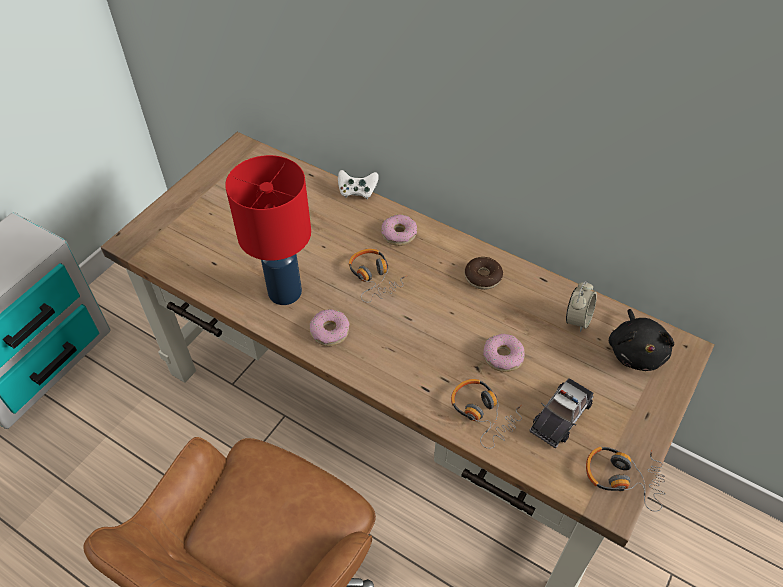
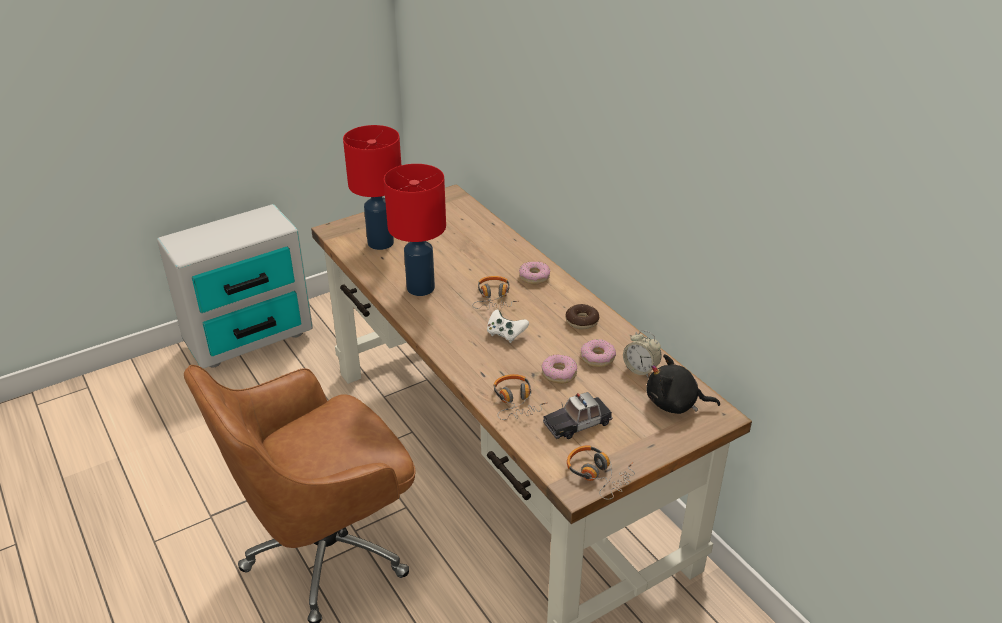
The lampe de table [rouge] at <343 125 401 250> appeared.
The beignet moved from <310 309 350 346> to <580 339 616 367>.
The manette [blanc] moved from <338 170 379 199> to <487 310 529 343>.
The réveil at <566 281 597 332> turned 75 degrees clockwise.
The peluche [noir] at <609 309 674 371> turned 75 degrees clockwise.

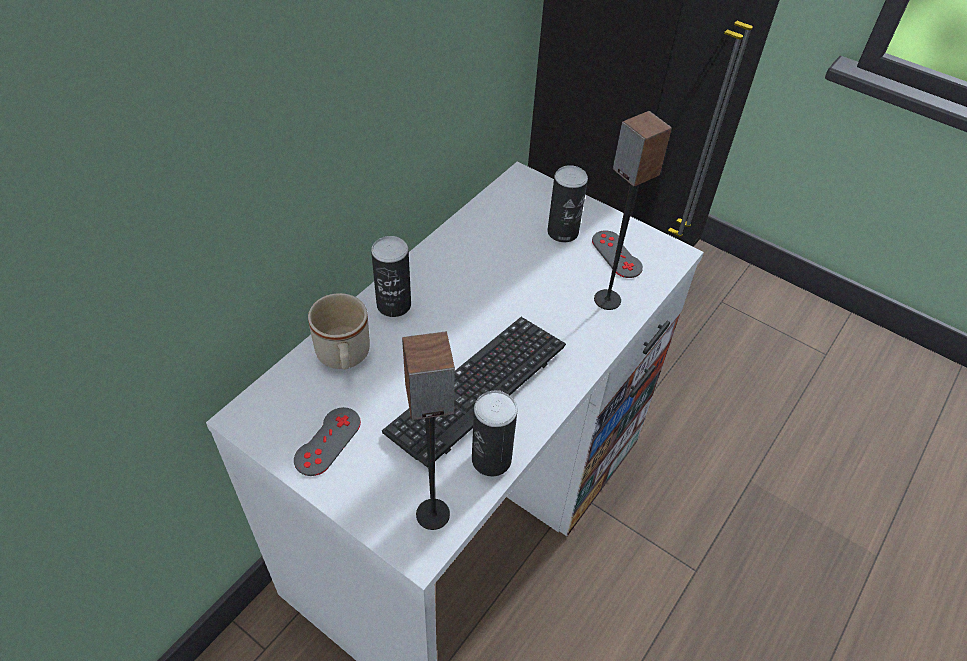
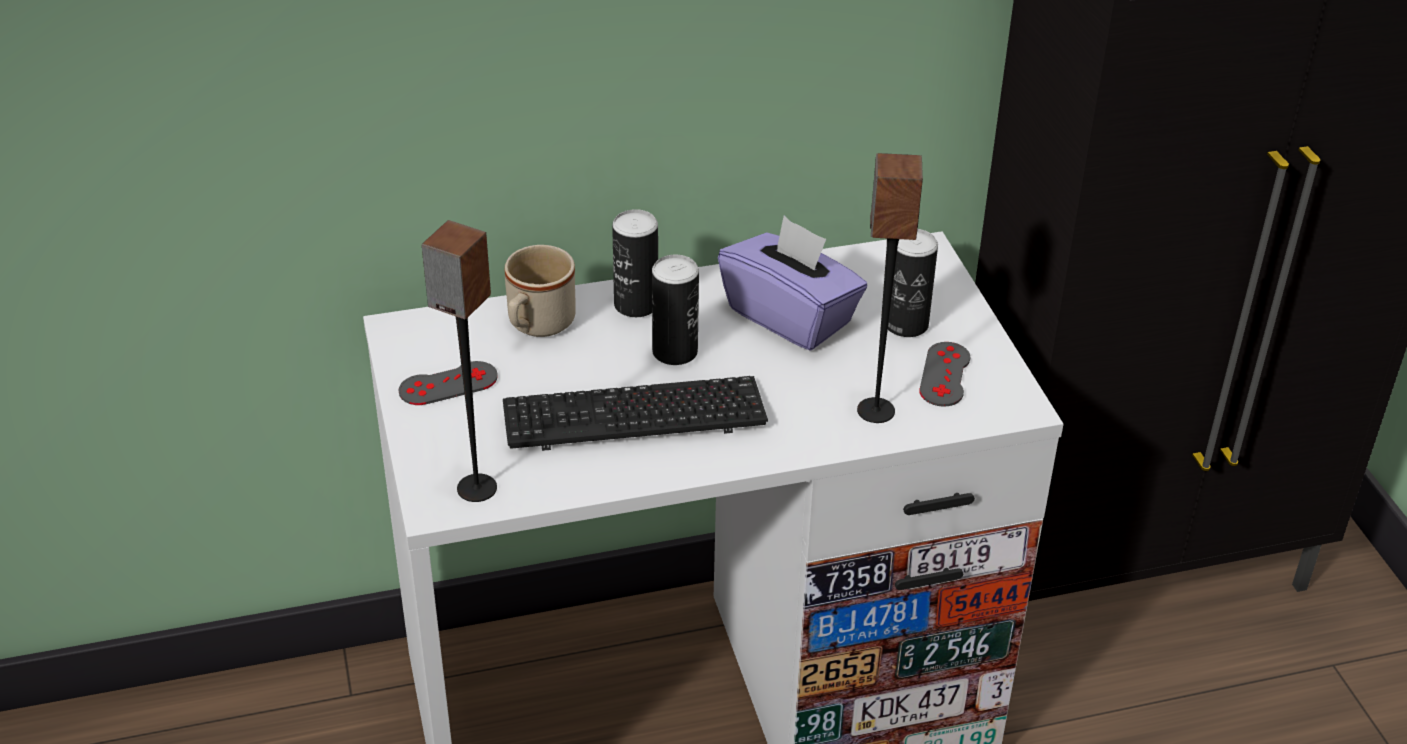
The boîte à mouchoirs [violet] at <718 216 867 351> appeared.
The boîte métallique moved from <472 391 518 476> to <652 255 699 365>.

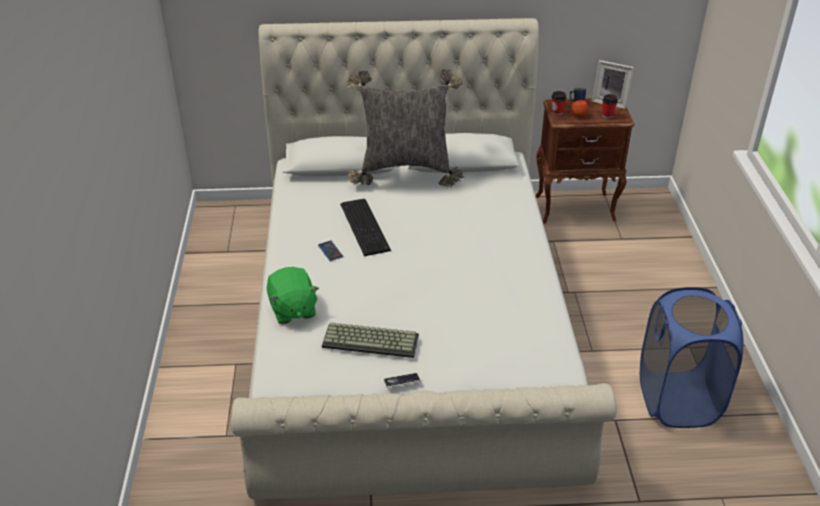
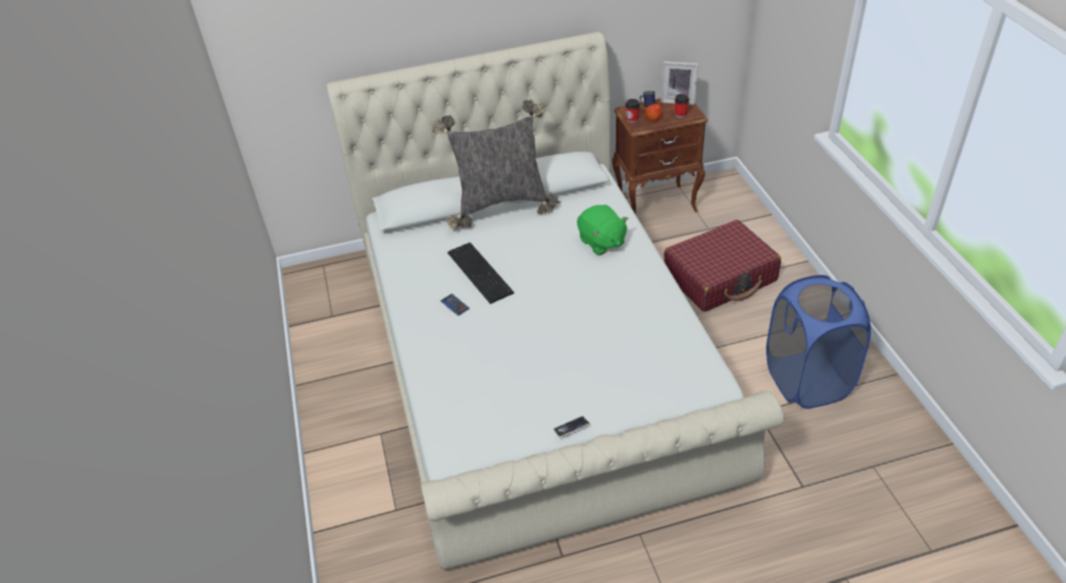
The clavier at <322 322 419 358> disappeared.
The valise [rouge] at <664 220 781 312> appeared.
The peluche [vert] moved from <267 267 319 324> to <577 205 628 255>.

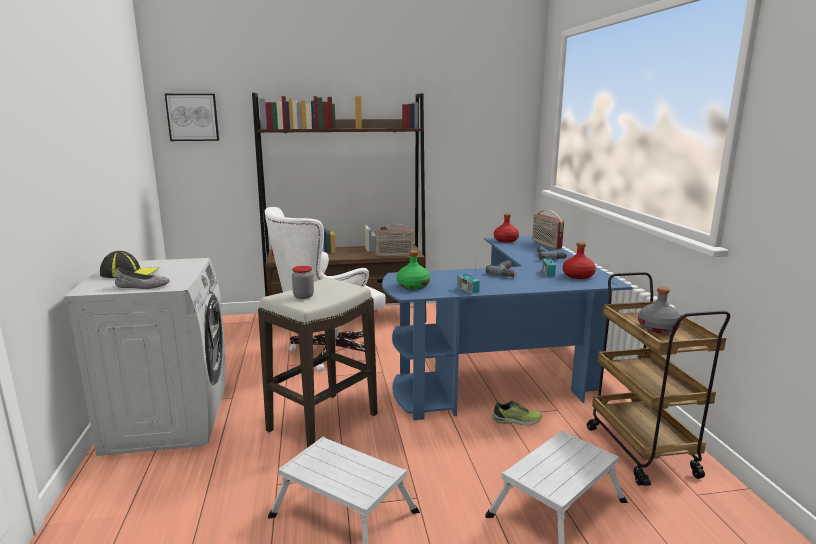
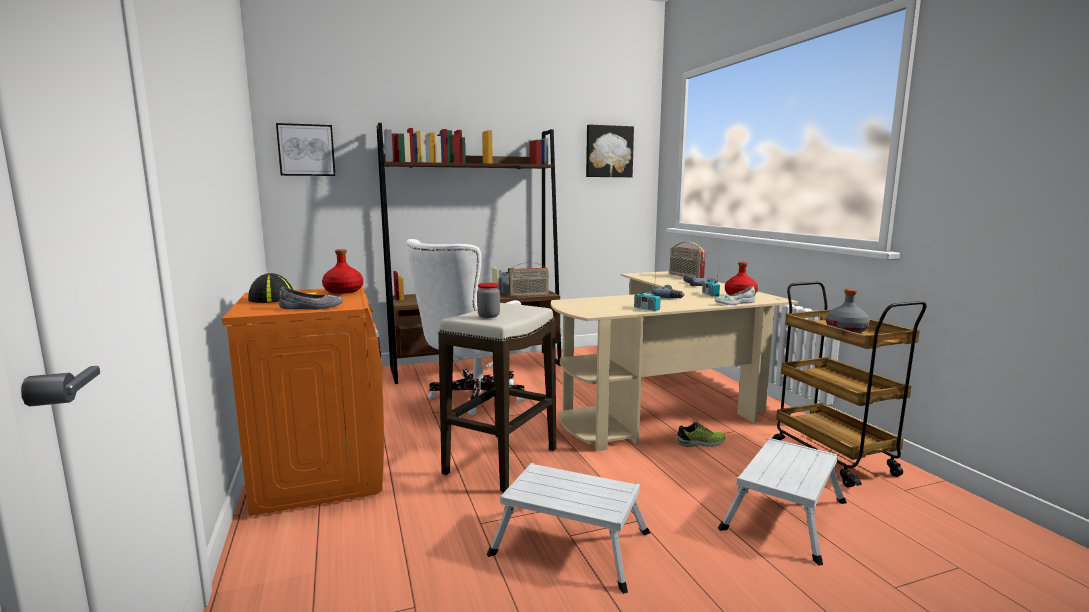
The bouteille [vert] at <397 250 430 290> disappeared.
The tableau at <586 125 634 177> appeared.
The chaussure [blanc] at <715 286 756 305> appeared.
The bouteille [rouge] moved from <494 214 519 243> to <322 249 363 294>.
The lave-linge [blanc] at <63 258 225 456> became the lave-linge [orange] at <222 286 384 516>.
The bureau [bleu] at <382 236 633 420> became the bureau [beige] at <551 271 798 451>.

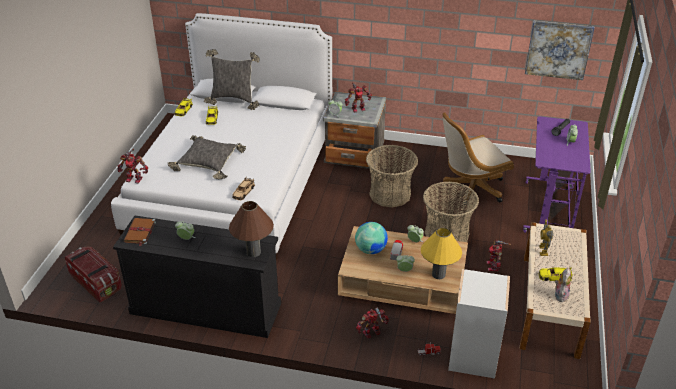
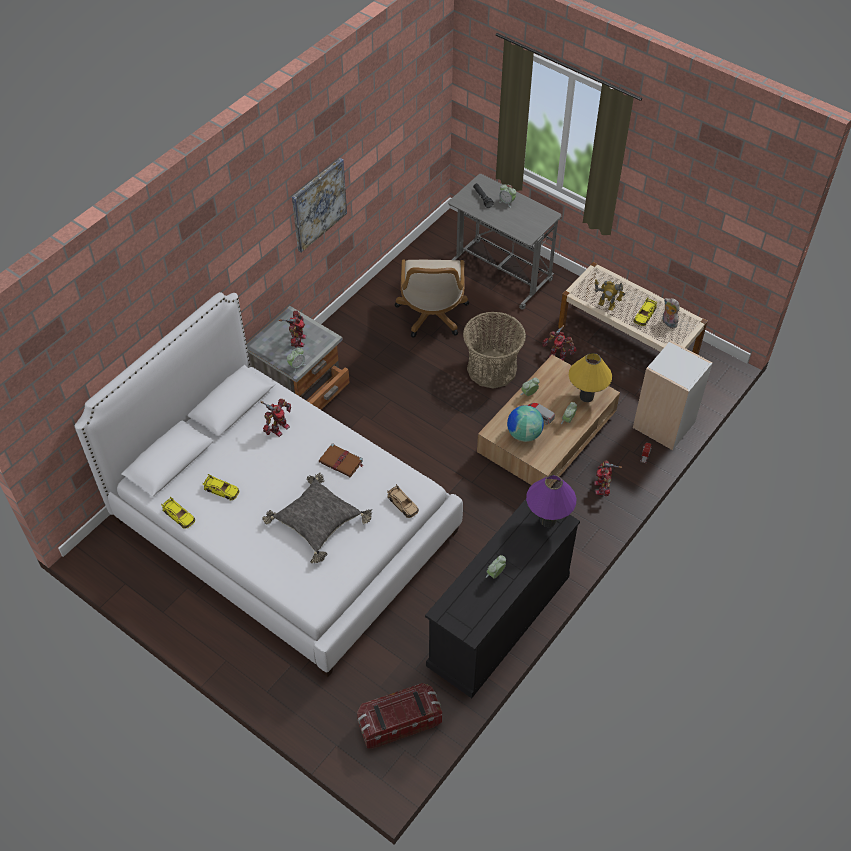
The coussin at <204 49 260 110> disappeared.
The panier at <366 145 418 207> disappeared.
The robot jouet moved from <117 149 148 183> to <261 399 291 437>.
The livre [marron] moved from <123 218 156 246> to <319 443 364 477>.
The tableau moved from <525 21 595 80> to <292 158 347 252>.
The lampe de table [marron] at <229 201 274 257> became the lampe de table [violet] at <526 475 576 527>.
The bureau [violet] at <523 116 591 238> became the bureau [gris] at <448 174 561 309>.

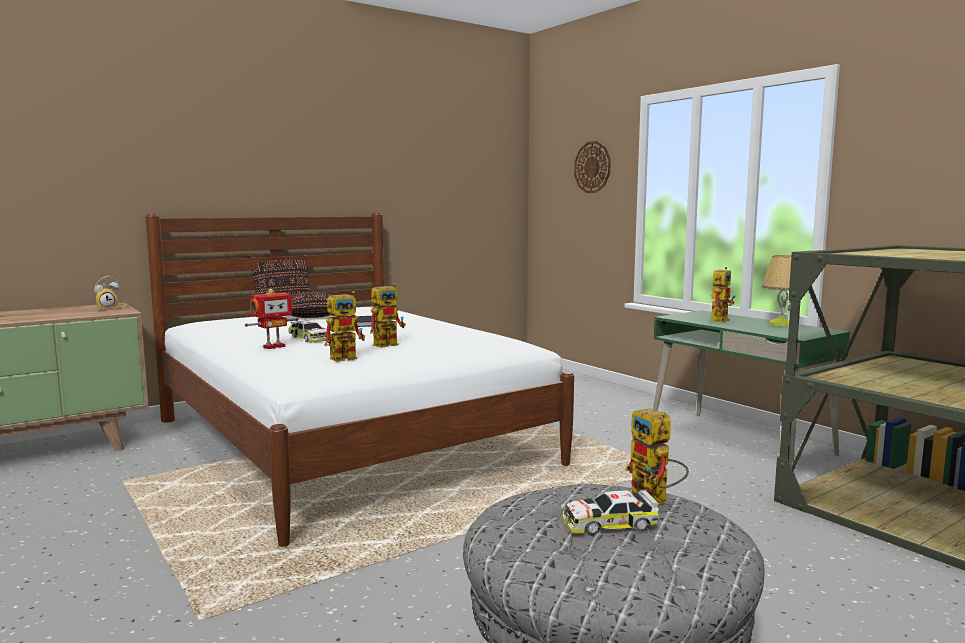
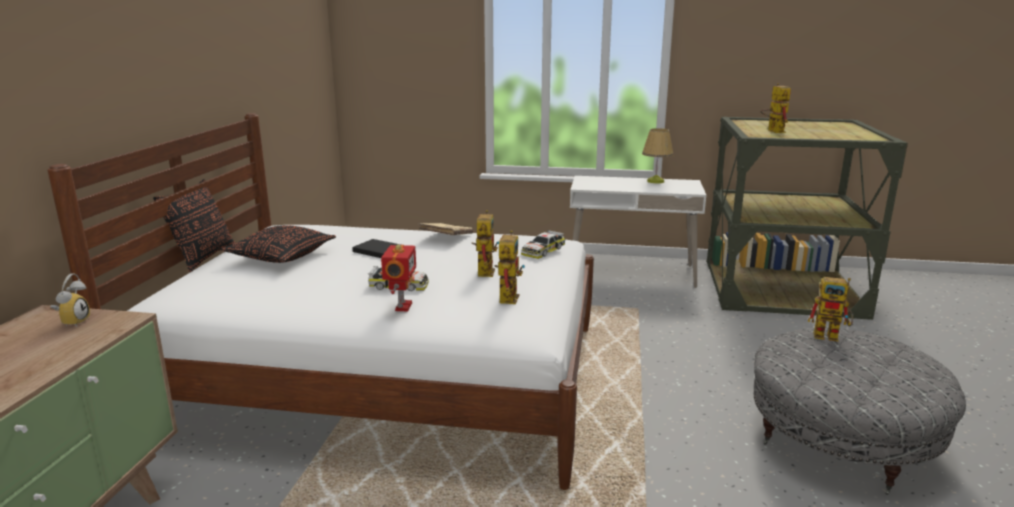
The horloge murale at <574 141 611 193> disappeared.
The livre [beige] at <418 223 473 235> appeared.
The petite voiture moved from <562 489 660 534> to <521 230 565 259>.
The robot jouet moved from <711 267 736 322> to <761 83 791 133>.
The bureau [vert] at <653 310 850 471> became the bureau [blanc] at <570 176 706 288>.

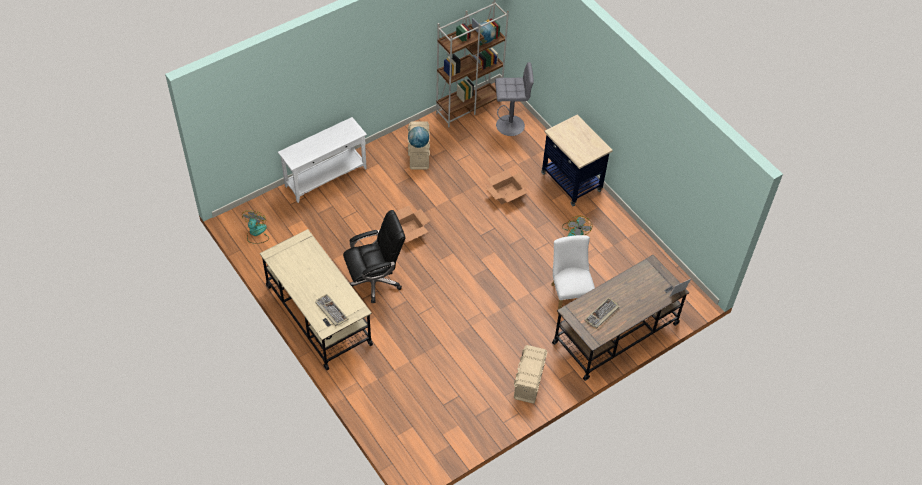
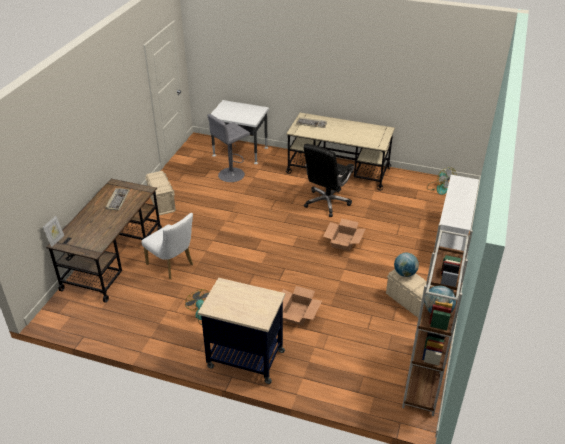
The bureau [blanc] at <211 100 269 164> appeared.
The tabouret [gris] moved from <495 62 534 136> to <207 114 250 182>.

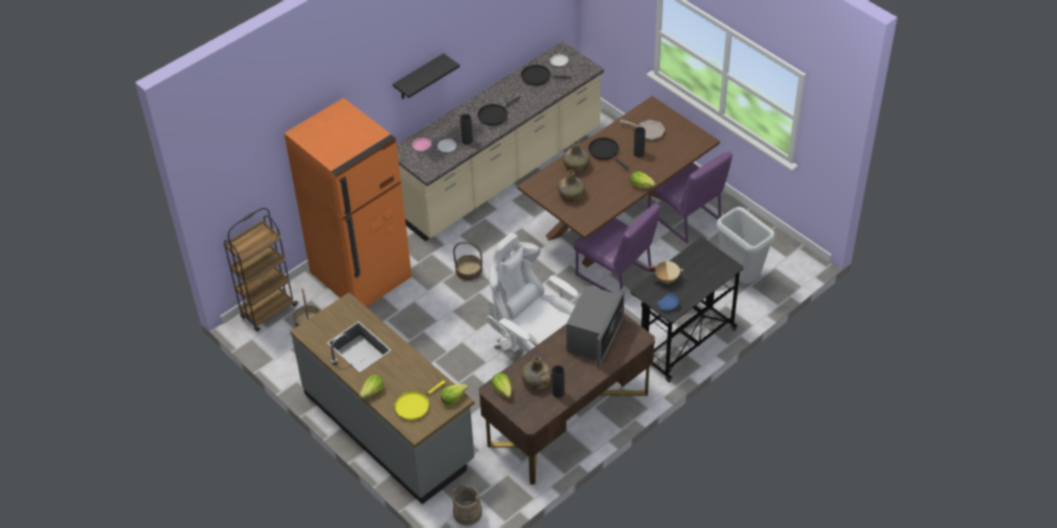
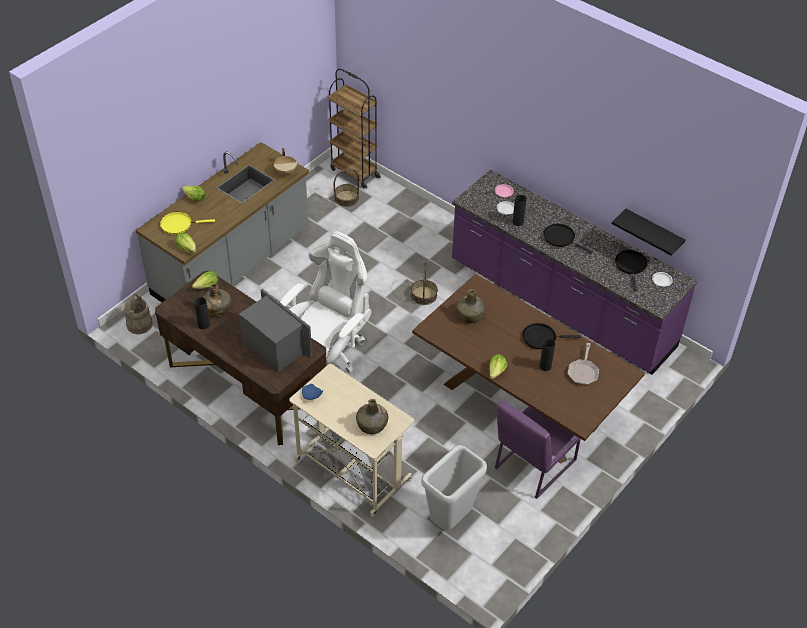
The réfrigérateur [orange] at <284 98 412 307> disappeared.
The chaise [violet] at <574 203 661 301> disappeared.
The étagère [noir] moved from <393 53 460 99> to <612 209 685 256>.
The bouteille [vert] moved from <563 141 590 173> to <356 399 388 435>.
The marmite [beige] moved from <649 261 683 284> to <274 148 297 176>.
The comptoir de cuisine [beige] at <397 41 604 241> became the comptoir de cuisine [violet] at <452 170 697 375>.
The bureau [noir] at <630 238 743 382> became the bureau [beige] at <289 364 414 517>.
The poêle [jaune] at <394 380 445 420> turned 45 degrees counterclockwise.
The micro-ondes at <566 285 625 368> turned 150 degrees counterclockwise.
The poêle [noir] at <588 137 629 170> turned 135 degrees counterclockwise.

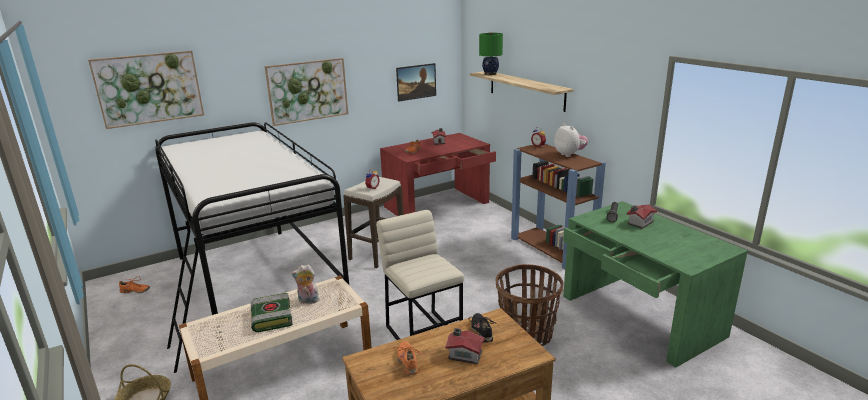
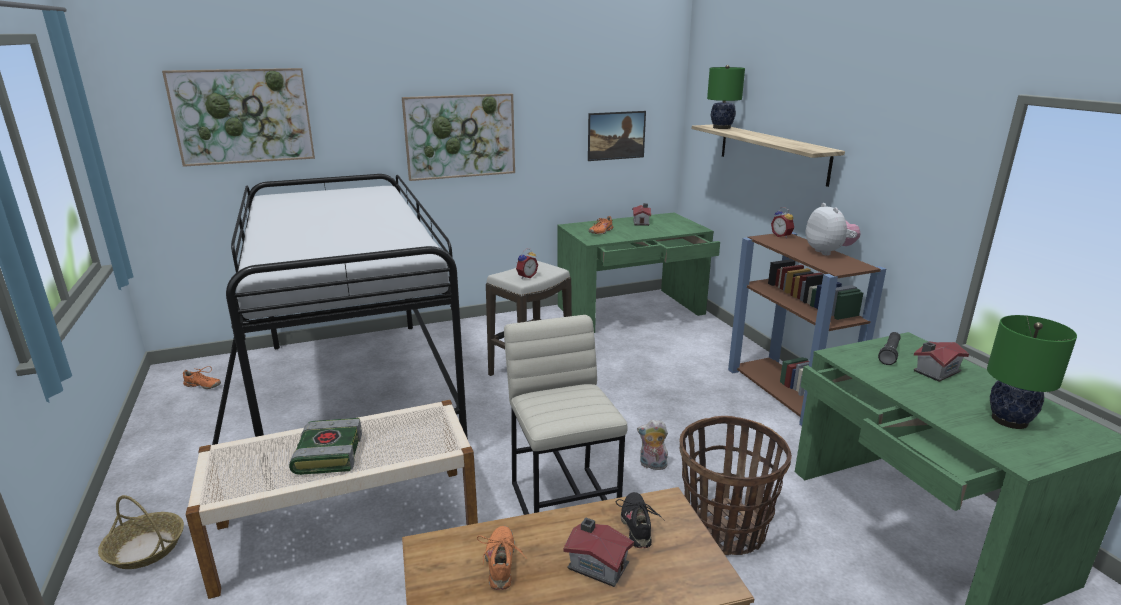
The lampe de table [vert] at <987 315 1077 429> appeared.
The peluche moved from <291 265 321 304> to <637 420 668 472>.
The bureau [rouge] at <380 133 496 216> became the bureau [vert] at <557 213 720 333>.

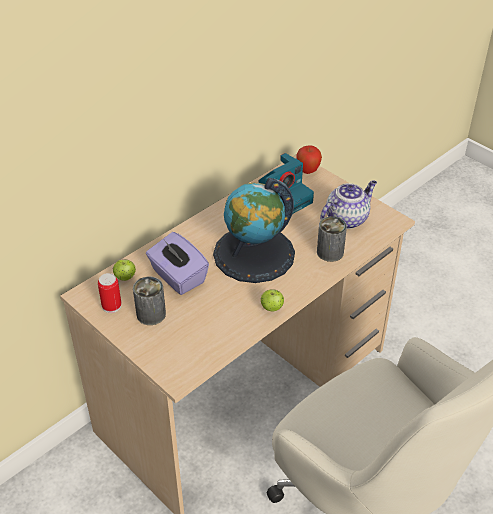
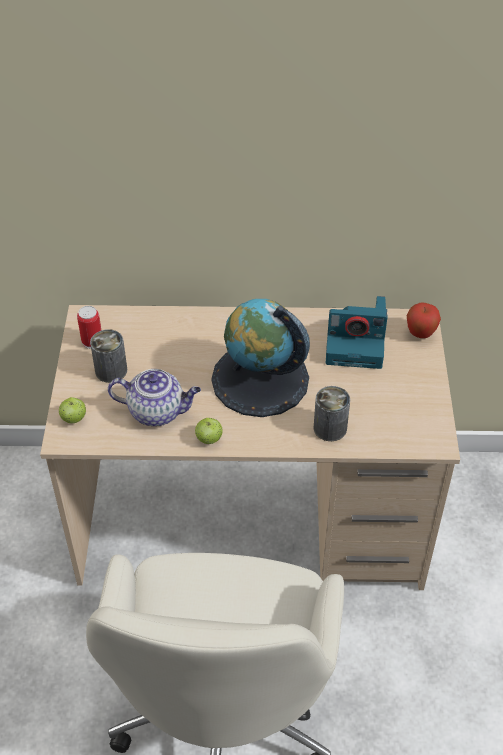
The boîte à mouchoirs [violet] at <146 232 209 295> disappeared.
The pomme moved from <113 259 136 281> to <59 397 86 423>.
The théière moved from <320 180 377 229> to <108 369 201 426>.

